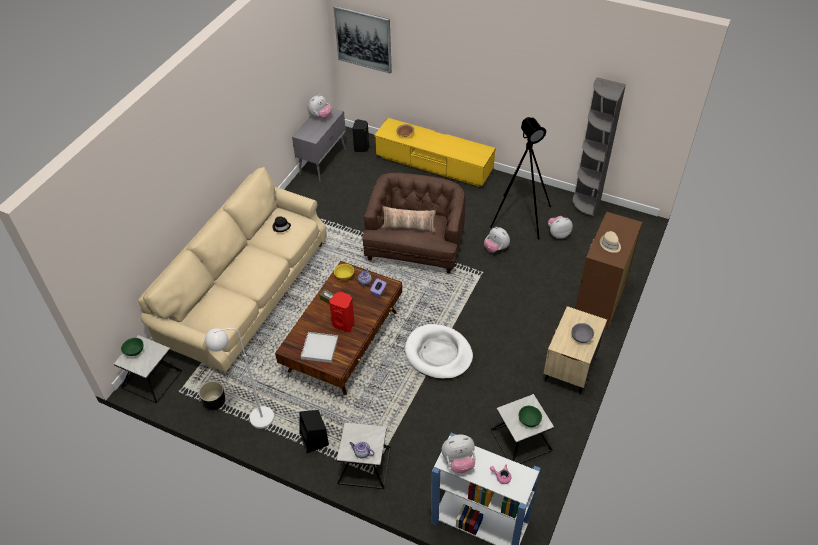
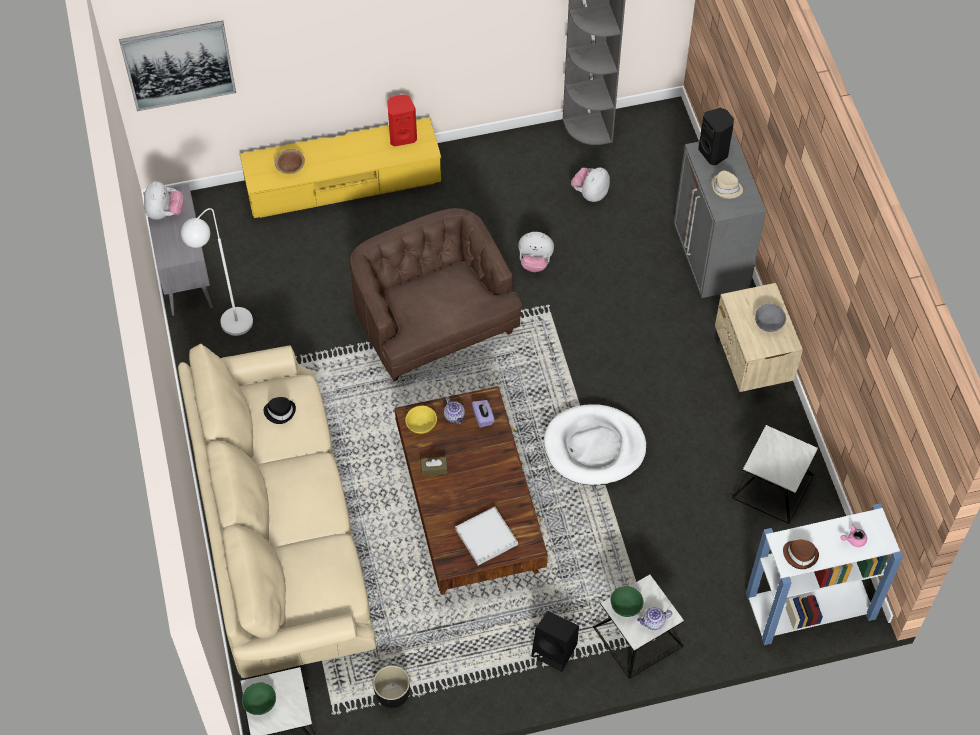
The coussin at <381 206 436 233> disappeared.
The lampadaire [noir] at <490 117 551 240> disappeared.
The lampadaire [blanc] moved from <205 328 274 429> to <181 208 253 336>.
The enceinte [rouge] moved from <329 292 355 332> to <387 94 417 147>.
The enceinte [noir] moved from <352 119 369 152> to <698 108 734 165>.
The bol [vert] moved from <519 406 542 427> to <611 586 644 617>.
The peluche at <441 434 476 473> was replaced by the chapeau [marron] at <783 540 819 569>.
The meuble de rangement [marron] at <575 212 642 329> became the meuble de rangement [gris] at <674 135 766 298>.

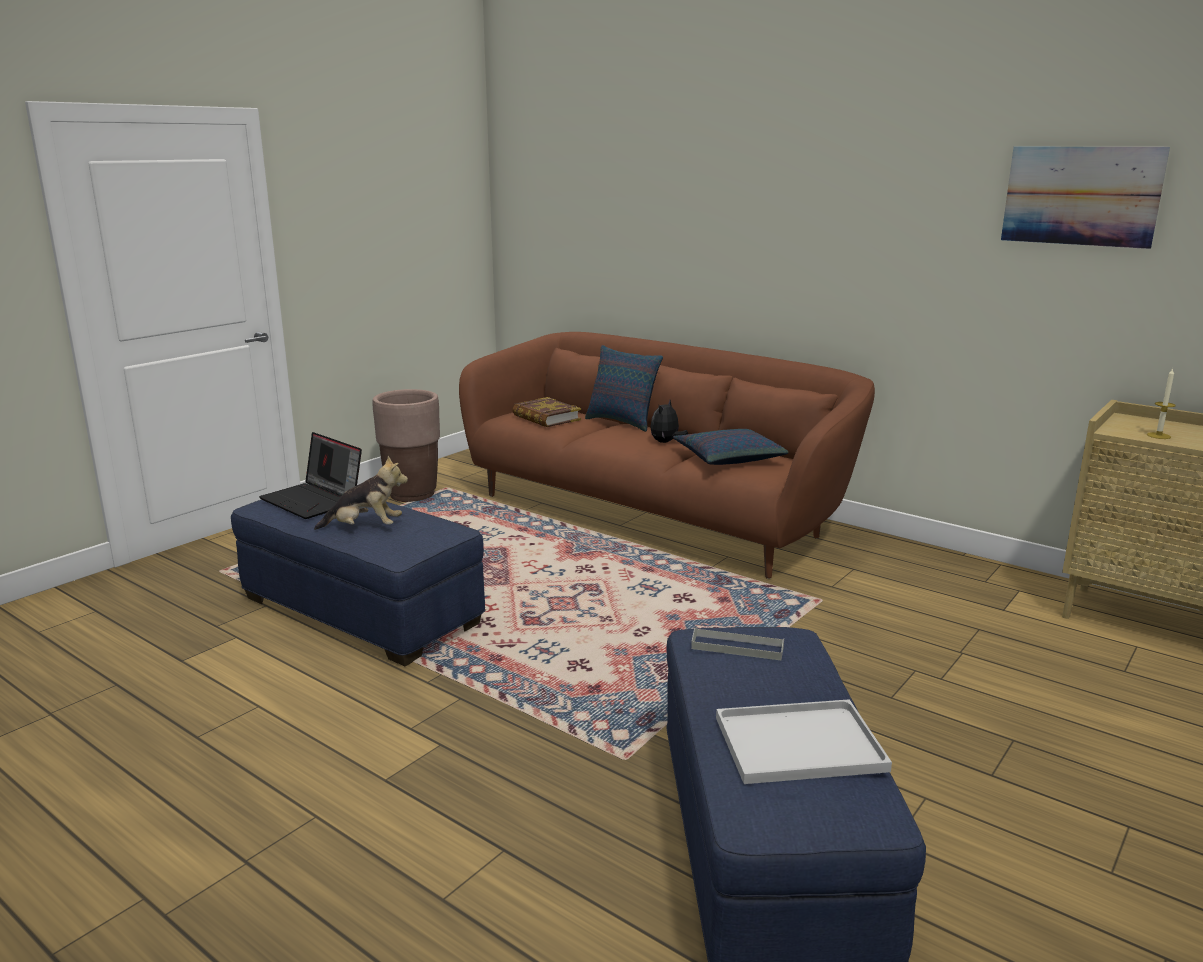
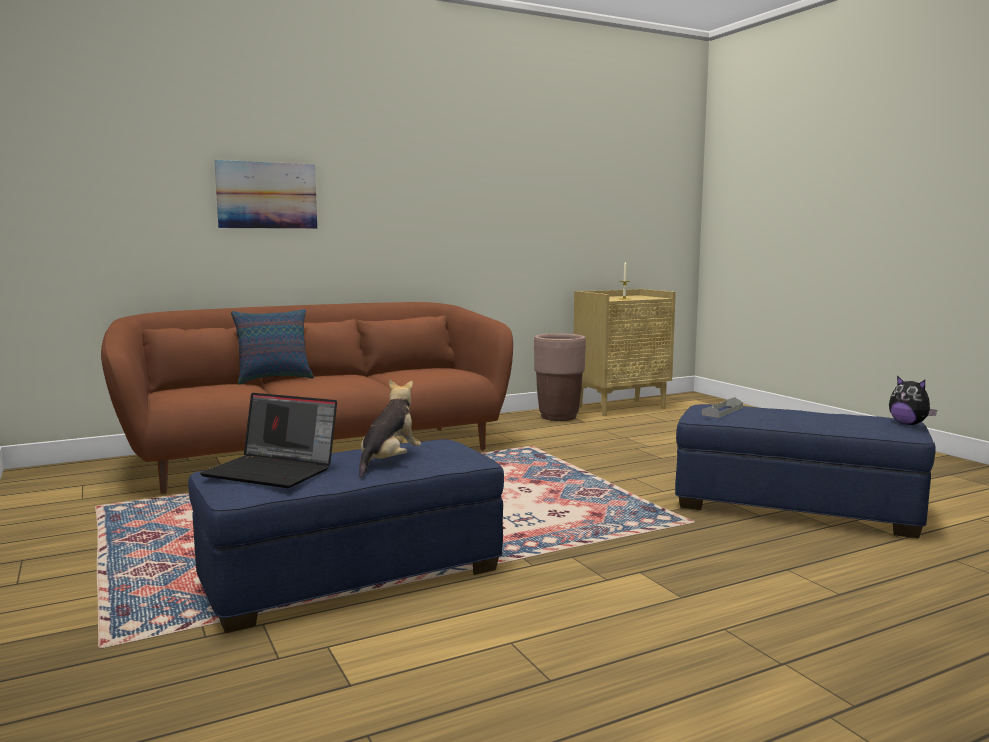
The livre at <512 397 581 427> disappeared.
The coussin [bleu] at <673 429 788 465> disappeared.
The plateau [blanc] at <716 699 892 784> disappeared.
The cache-pot [marron] moved from <372 389 440 502> to <534 333 586 421>.
The peluche moved from <651 400 688 443> to <889 376 937 425>.
The tableau moved from <1001 147 1170 249> to <215 160 317 229>.
The ordinateur portable at <259 432 362 519> turned 45 degrees clockwise.

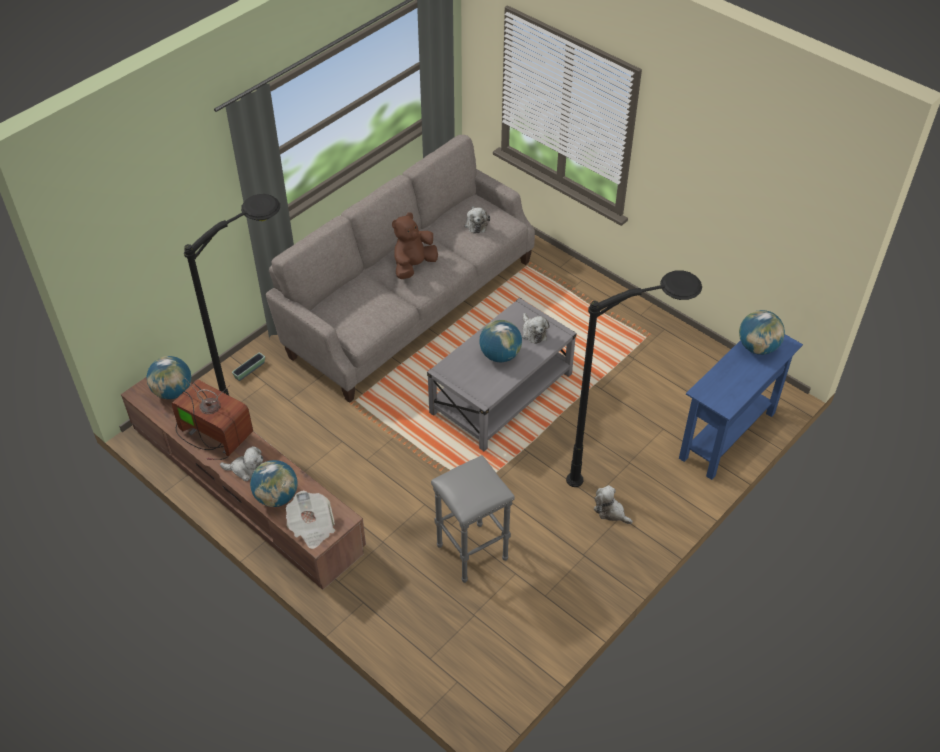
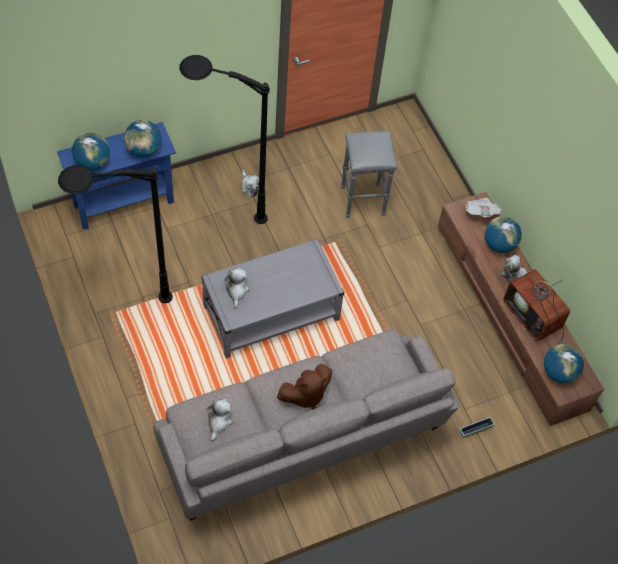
The lampadaire [noir] moved from <184 194 280 395> to <58 165 173 303>.
The globe moved from <479 320 522 362> to <124 120 162 157>.

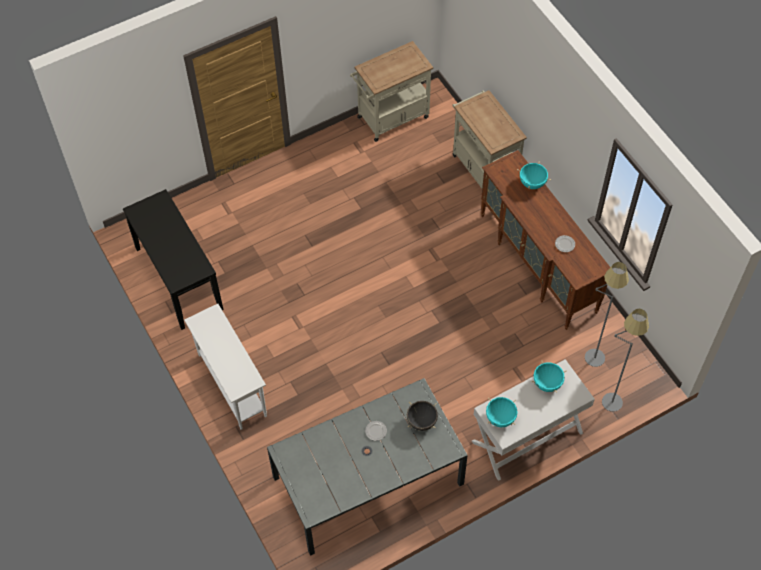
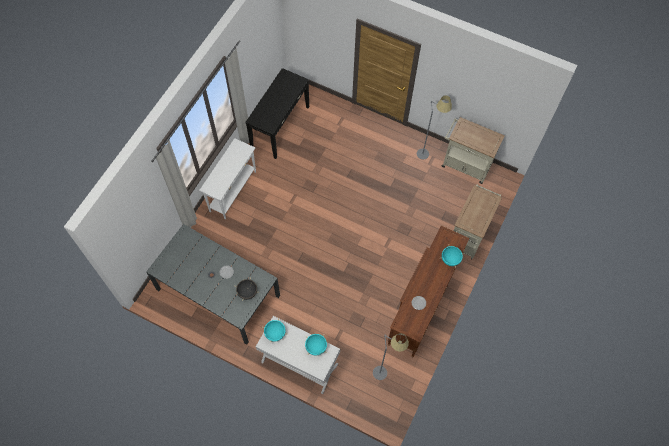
The lampadaire [gris] moved from <602 309 649 412> to <417 95 452 159>.

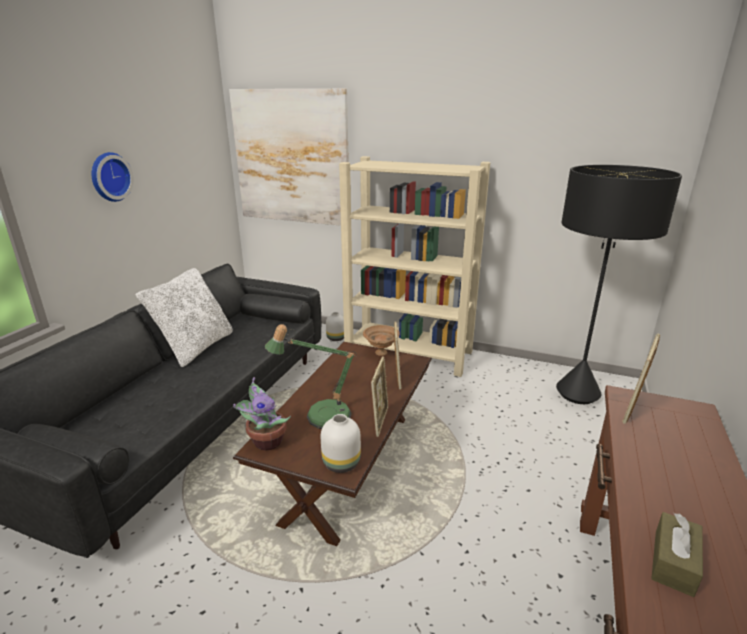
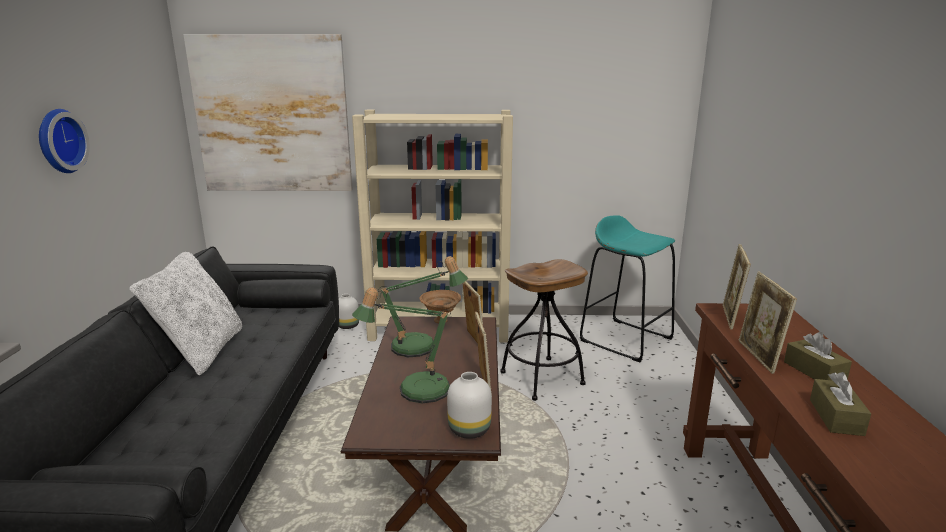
The plante en pot at <233 377 291 450> disappeared.
The lampe de table at <378 256 468 357> appeared.
The tabouret [marron] at <500 259 588 401> appeared.
The cadre photo at <739 271 797 374> appeared.
The boîte à mouchoirs [marron] at <784 332 852 380> appeared.
The lampadaire [noir] at <556 165 682 404> was replaced by the tabouret [turquoise] at <580 215 675 362>.

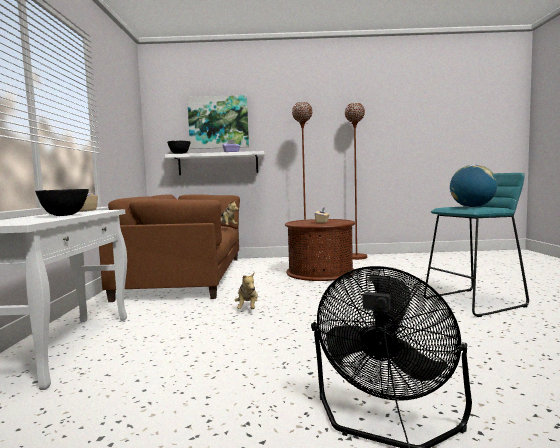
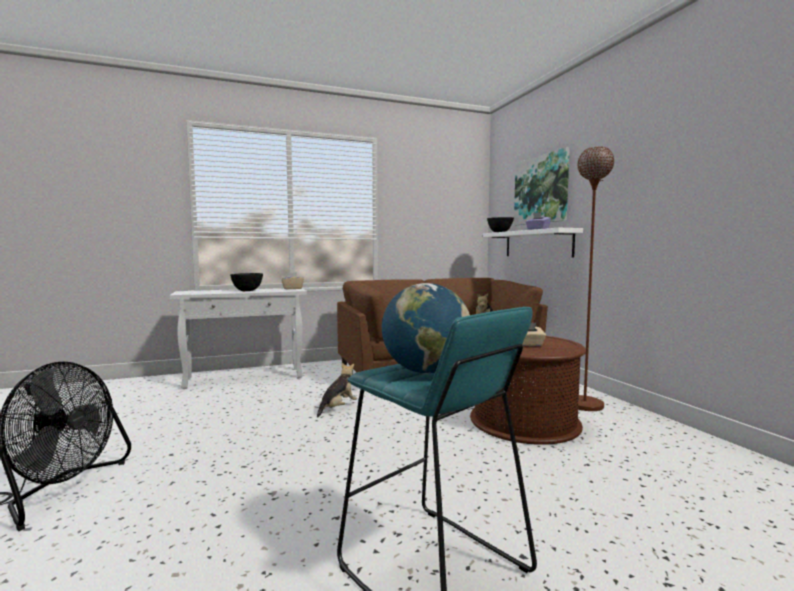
The lampadaire [marron] at <345 103 367 260> disappeared.
The peluche at <235 273 258 309> turned 150 degrees clockwise.

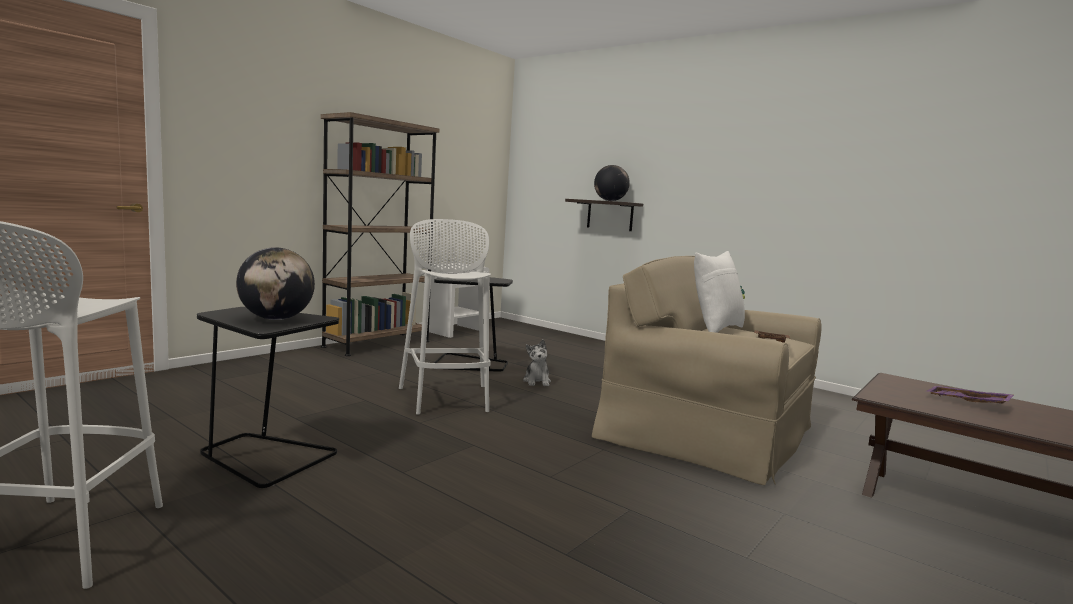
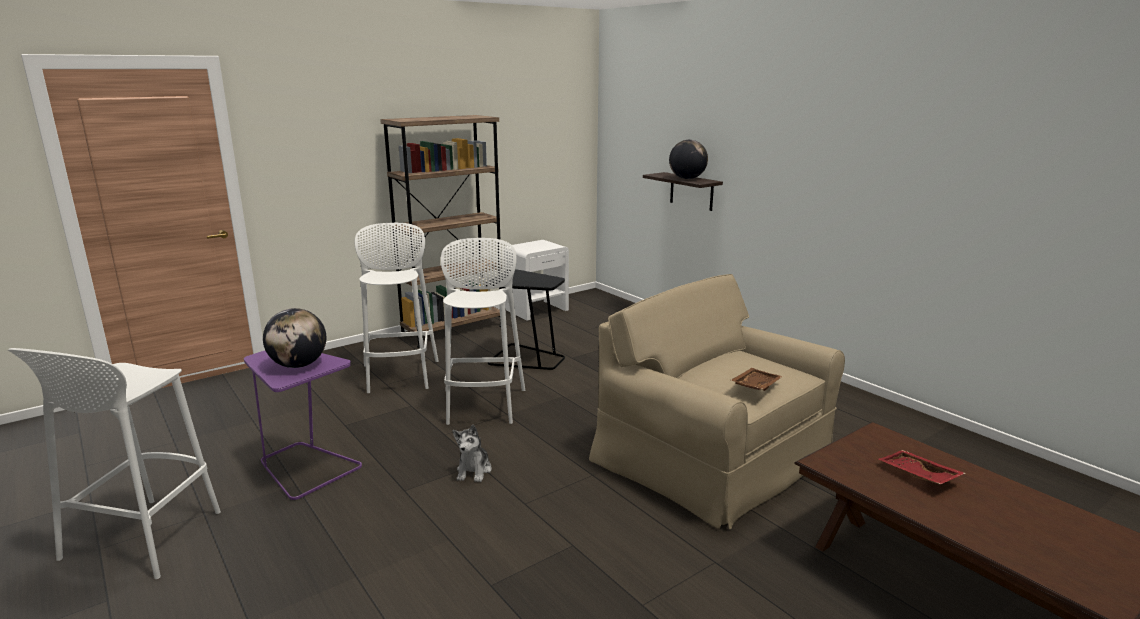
The coussin [blanc] at <694 251 745 333> disappeared.
The tabouret [blanc] at <355 223 439 393> appeared.
The peluche moved from <523 339 551 386> to <453 425 492 482>.
The table d'appoint [noir] at <197 307 339 488> became the table d'appoint [violet] at <244 351 362 500>.
The plateau [violet] at <927 386 1014 404> became the plateau [rouge] at <879 450 966 485>.

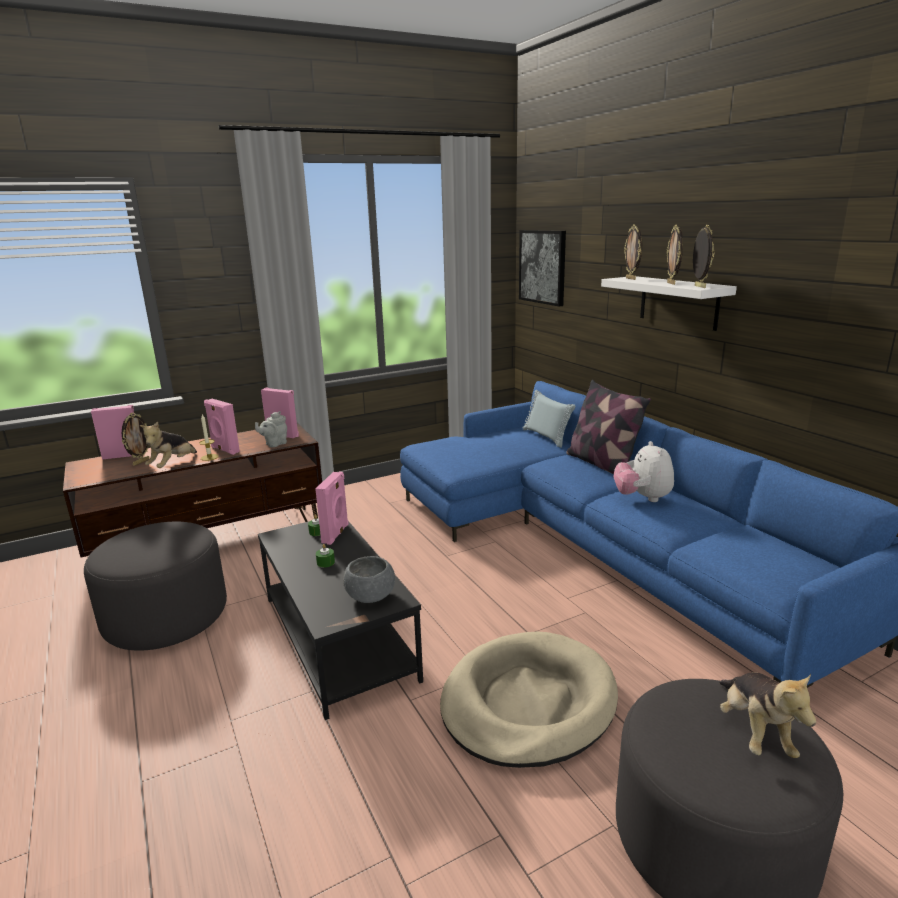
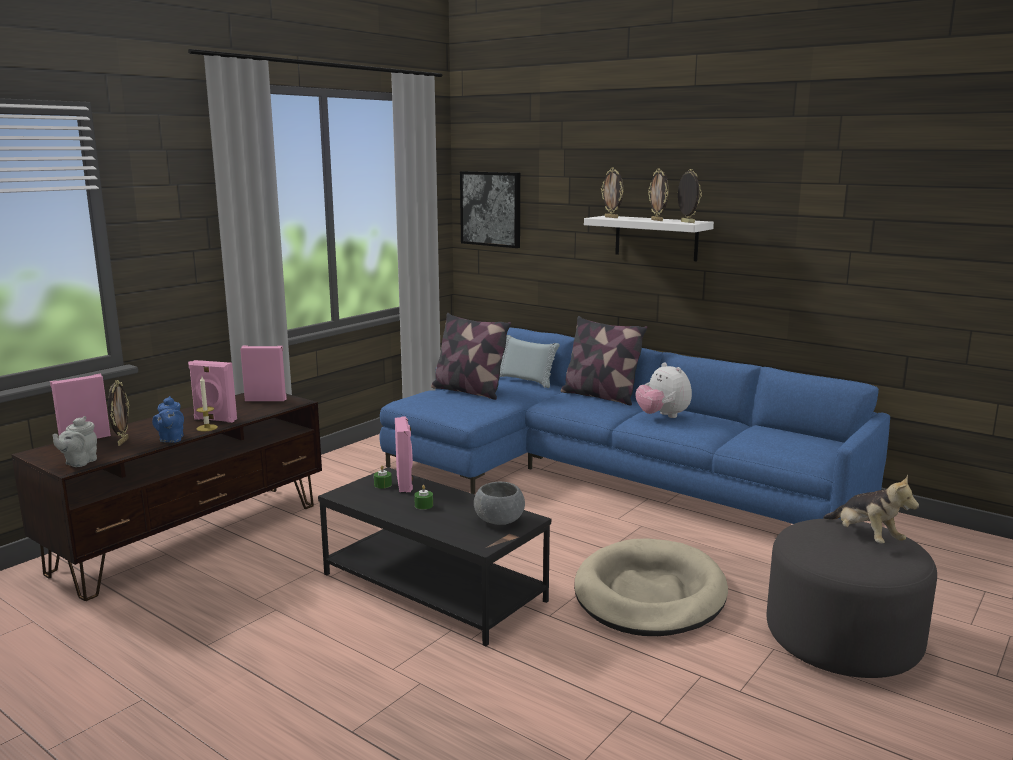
The pouf [gris] at <84 522 227 651> disappeared.
The coussin at <431 313 511 400> appeared.
The théière [gris] moved from <255 411 287 447> to <52 416 97 467>.
The peluche at <139 421 197 468> was replaced by the théière [bleu] at <152 396 184 443>.

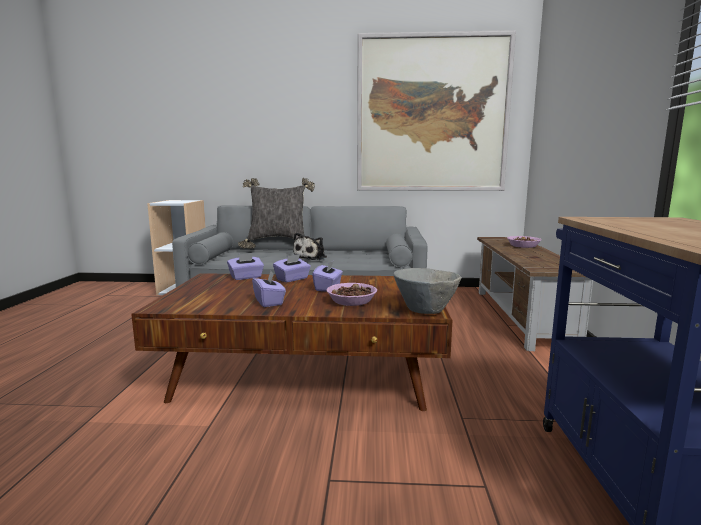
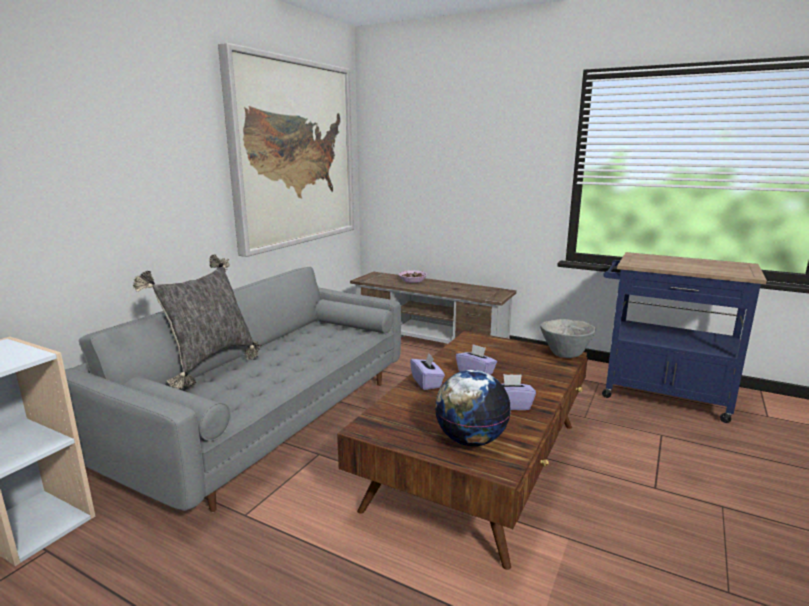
The boîte à mouchoirs [violet] at <227 253 264 280> disappeared.
The peluche at <293 233 327 260> disappeared.
The bol at <326 283 377 306> disappeared.
The globe at <435 370 511 446> appeared.

